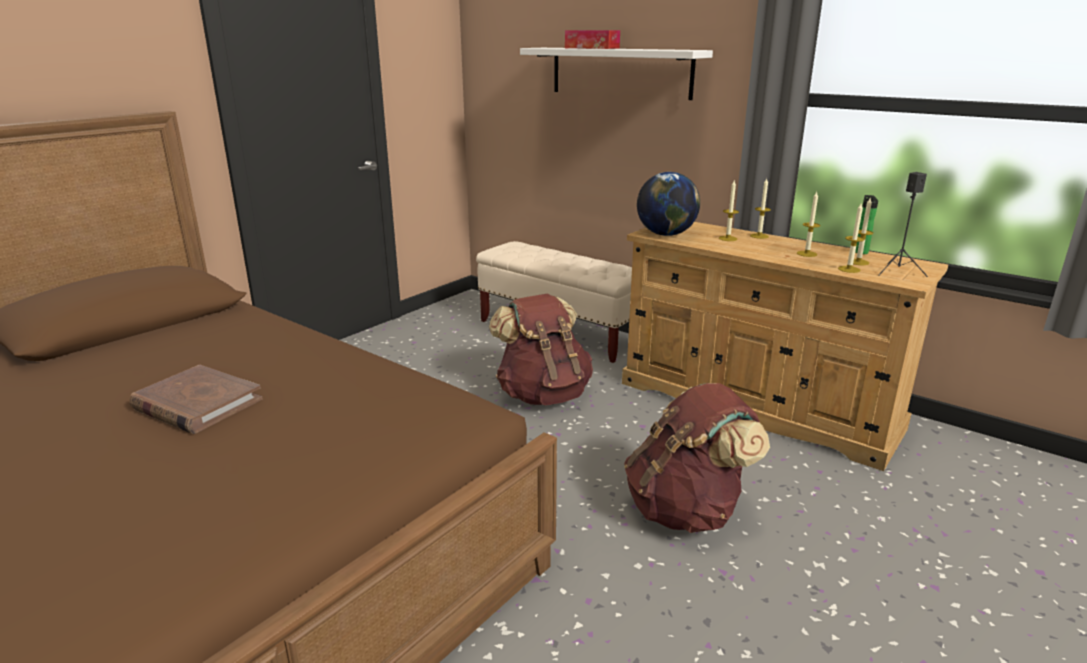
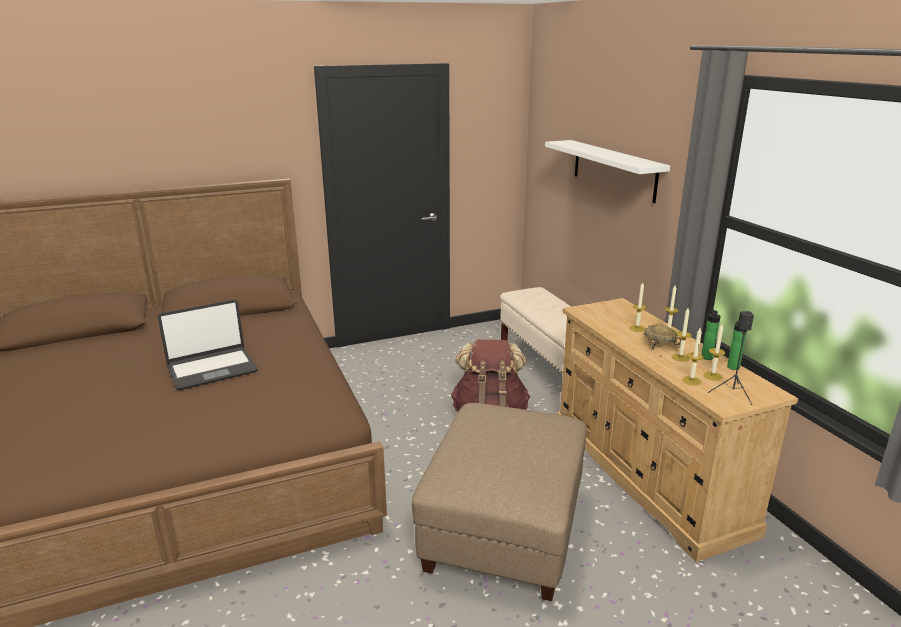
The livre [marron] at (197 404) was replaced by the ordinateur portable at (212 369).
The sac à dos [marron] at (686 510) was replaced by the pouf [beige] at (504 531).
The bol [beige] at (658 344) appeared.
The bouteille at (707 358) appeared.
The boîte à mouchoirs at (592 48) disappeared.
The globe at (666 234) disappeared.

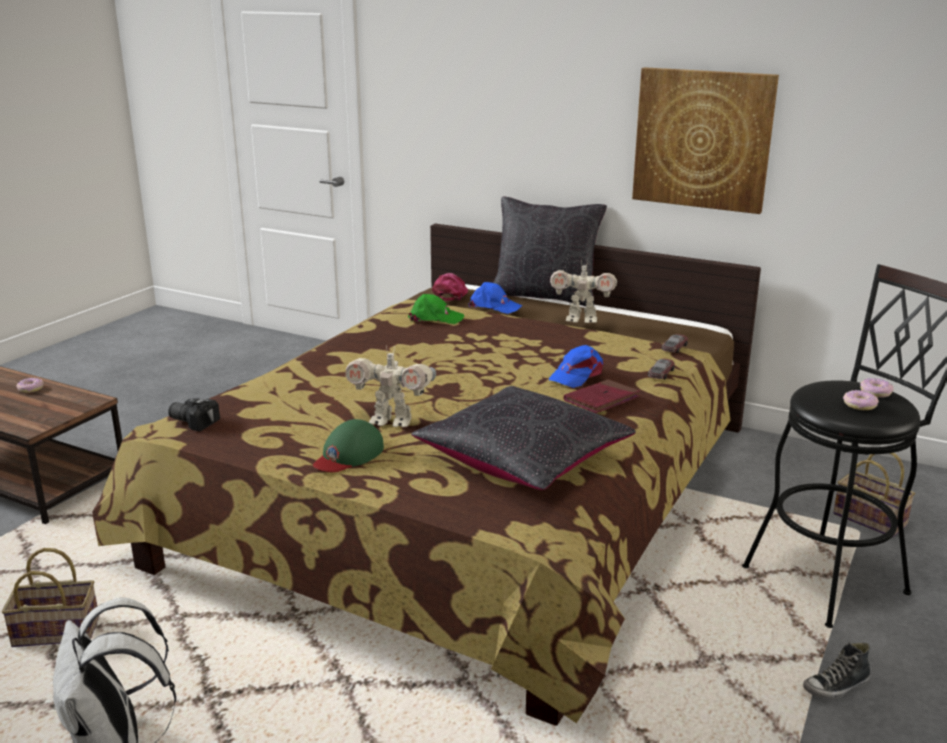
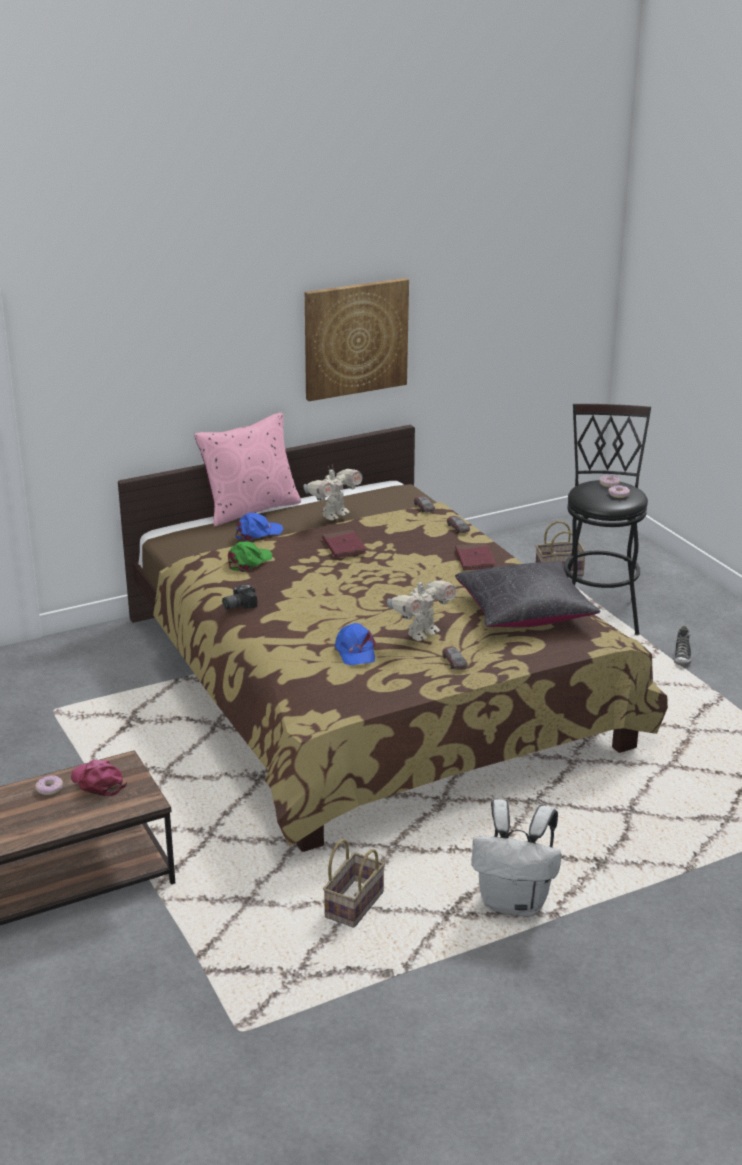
The casquette [rose] moved from (451 294) to (98 782).
The coussin [noir] at (545 296) became the coussin [rose] at (250 509).
The appareil photo moved from (194 421) to (238 605).
The livre [rouge] at (344 547) appeared.
The casquette [bleu] moved from (577 375) to (355 651).
The casquette [vert] at (348 455) was replaced by the petite voiture at (454 661).

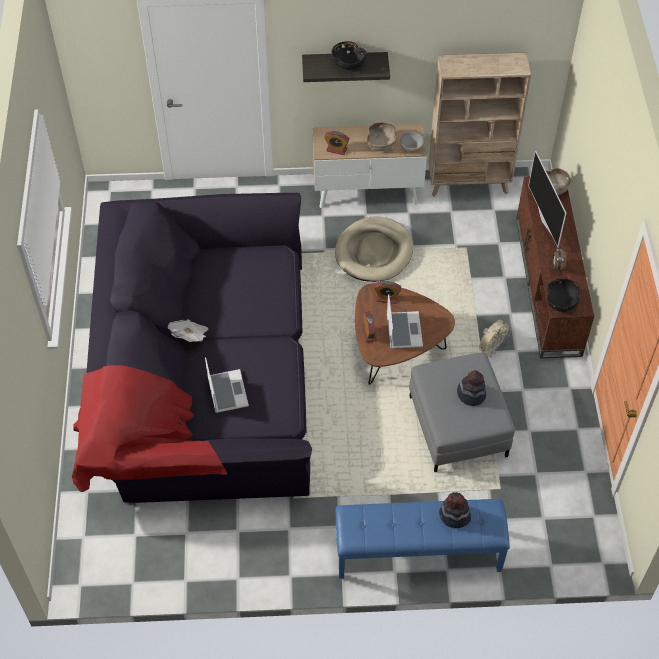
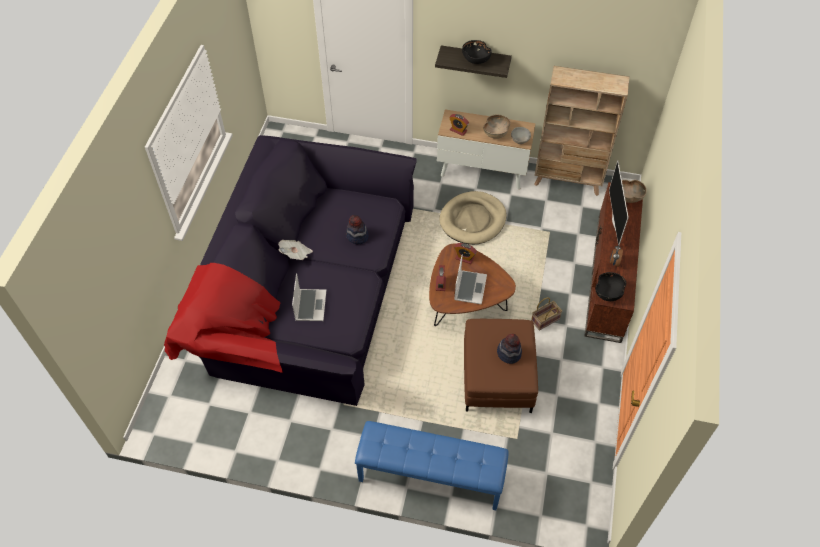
The chapeau moved from (454 516) to (357 236).
The pouf [gris] at (457 426) became the pouf [marron] at (496 376).
The ventilateur [beige] at (491 348) was replaced by the panier at (545 319).

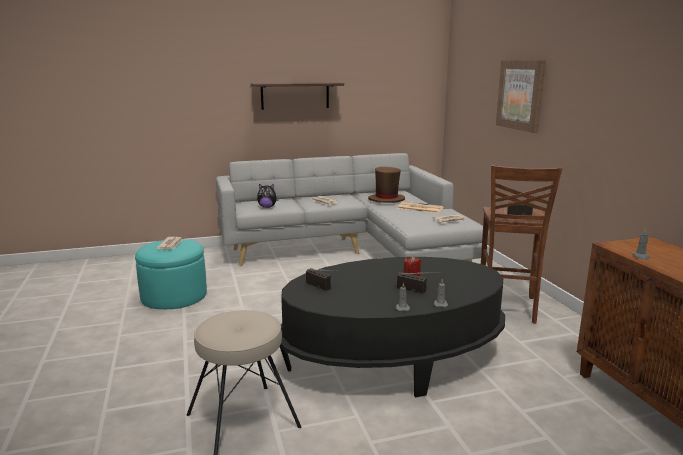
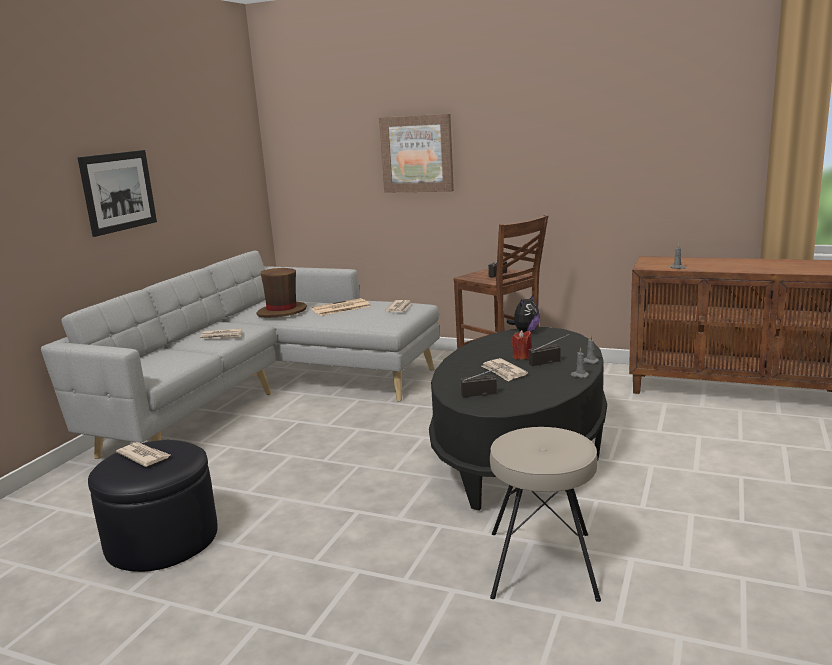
The étagère at (295 95) was replaced by the tableau at (118 191).
The pouf [turquoise] at (174 296) became the pouf [noir] at (162 540).
The journal at (503 372) appeared.
The peluche moved from (267 207) to (525 331).

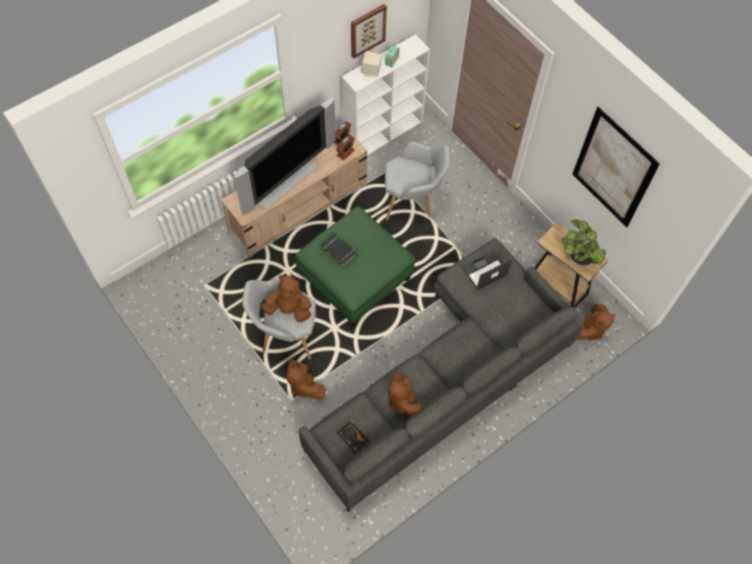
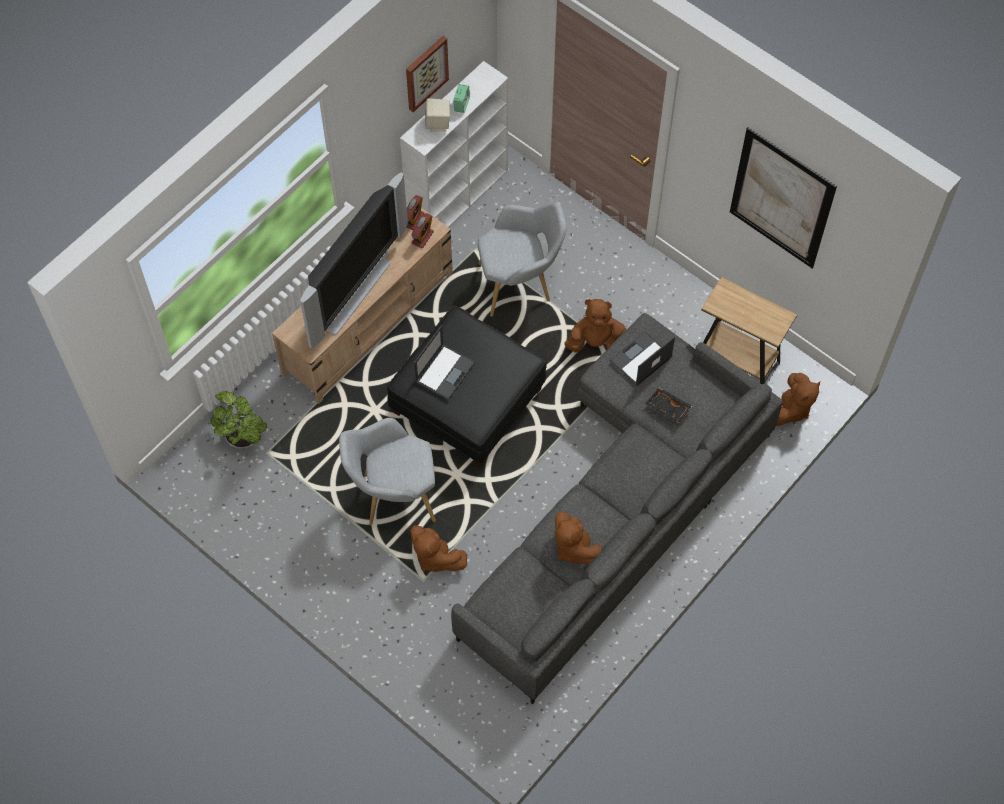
The plante en pot moved from (578 257) to (242 436).
The pouf [vert] at (355 276) became the pouf [noir] at (467 401).
The livre [noir] at (339 251) was replaced by the ordinateur portable at (445 371).
The peluche [marron] moved from (289 309) to (595 343).
The plateau [noir] moved from (353 439) to (667 408).

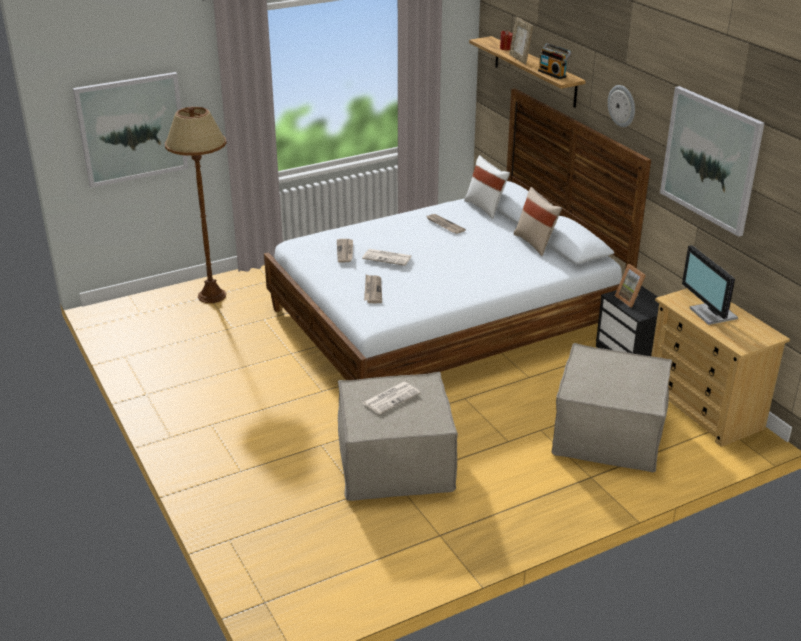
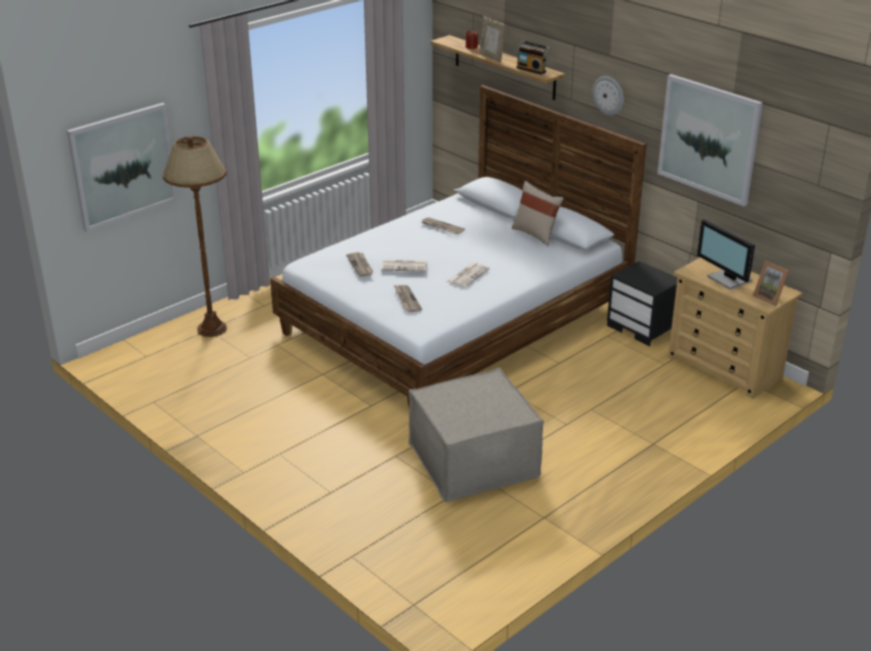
The journal moved from (391 398) to (468 275).
The cadre photo moved from (630 299) to (770 297).
The coussin [blanc] at (485 208) disappeared.
The pouf [beige] at (608 433) disappeared.

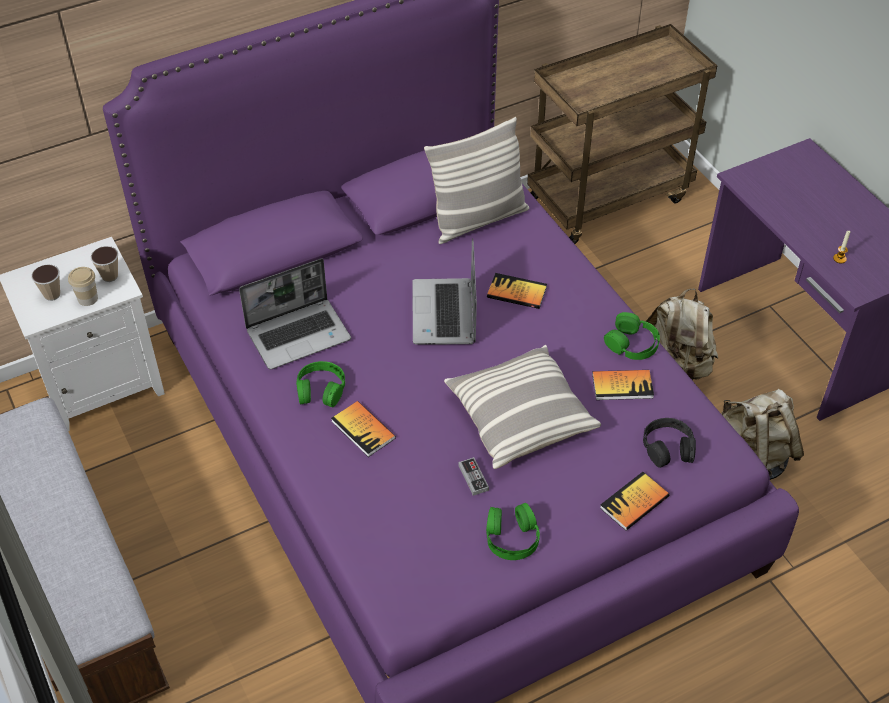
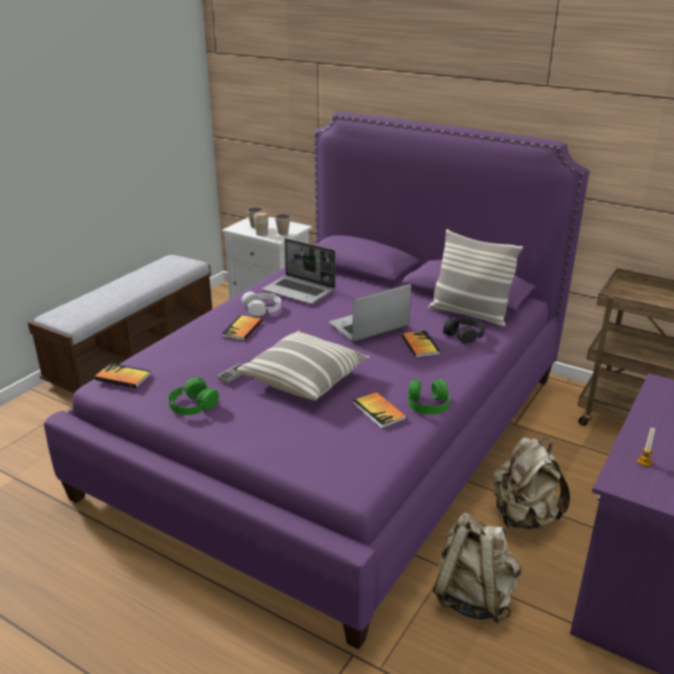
The livre moved from (634 502) to (123 377).
The casque audio [vert] at (321 389) became the casque audio [blanc] at (262 308).
The casque audio [noir] moved from (668 447) to (464 334).

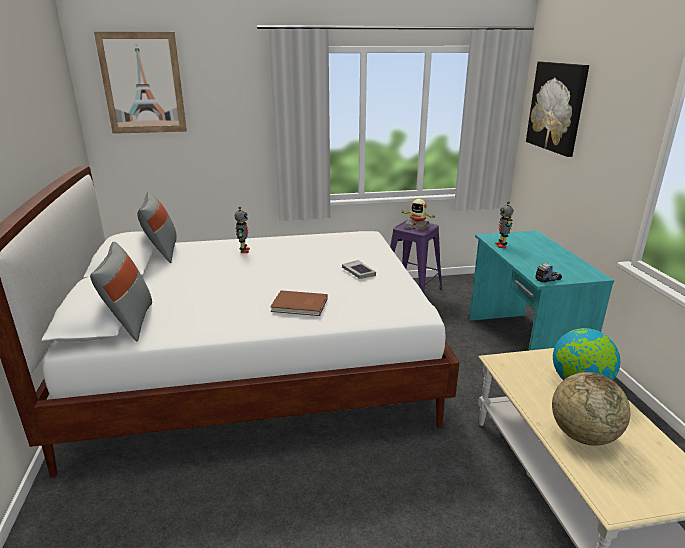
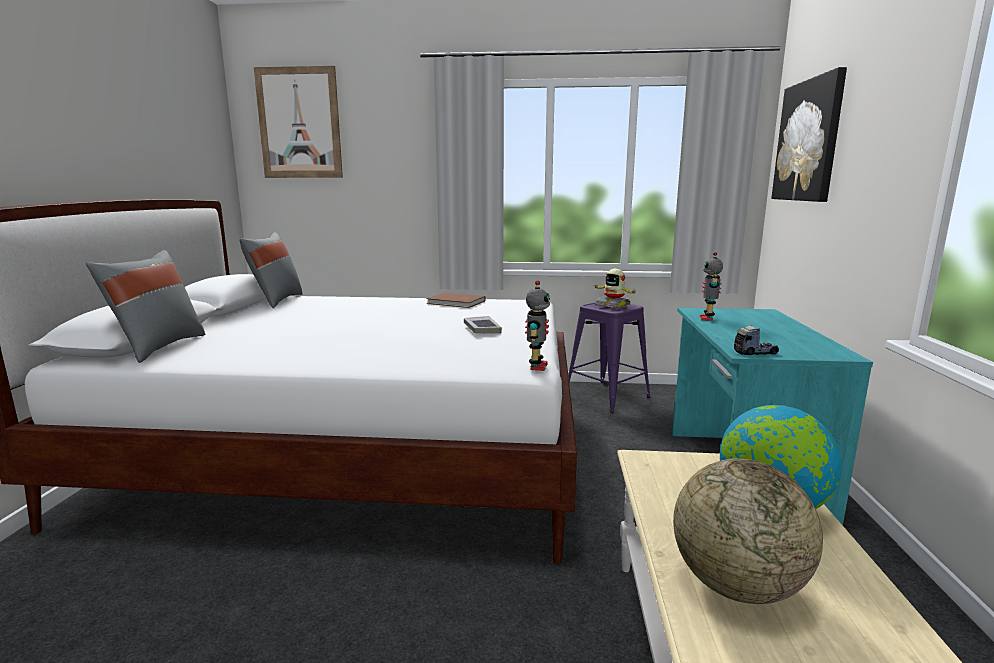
The livre [marron] moved from (300 305) to (456 302).
The robot jouet moved from (244 251) to (536 366).

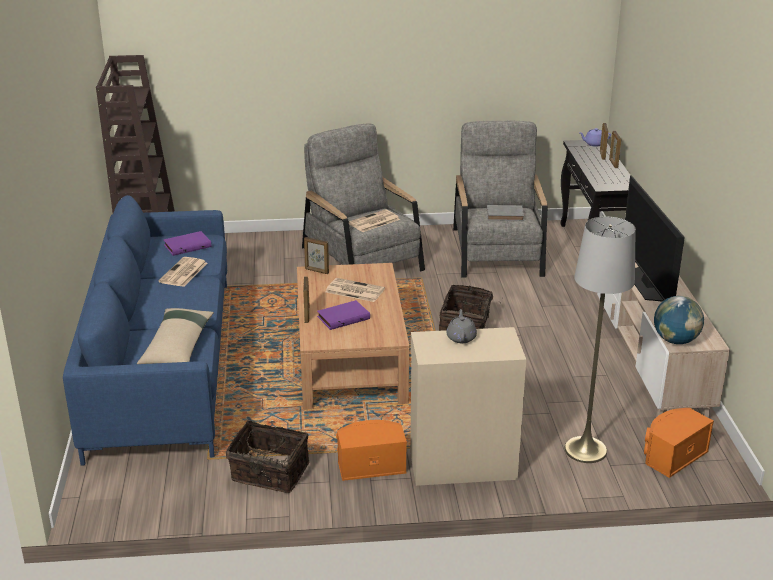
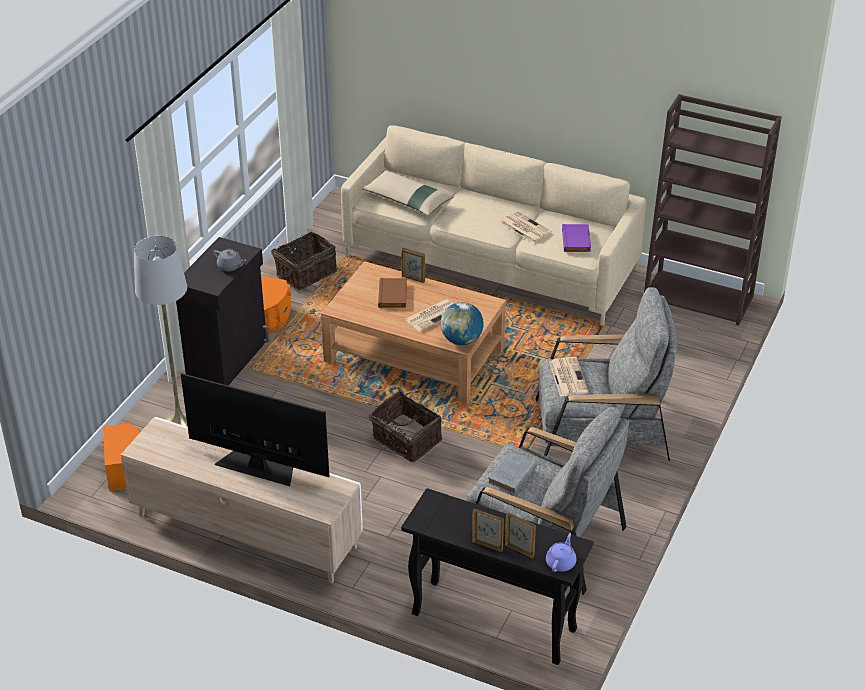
The meuble de rangement [beige] at (461 464) became the meuble de rangement [noir] at (228 358).
The canapé [bleu] at (164 364) became the canapé [beige] at (490 262).
The livre [violet] at (343 317) became the livre [marron] at (393 295).
The globe moved from (675 340) to (461 340).
The cadre photo at (316 271) disappeared.

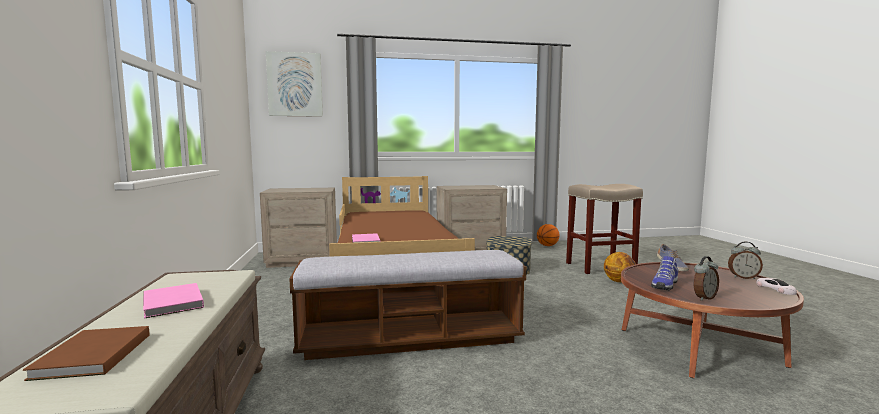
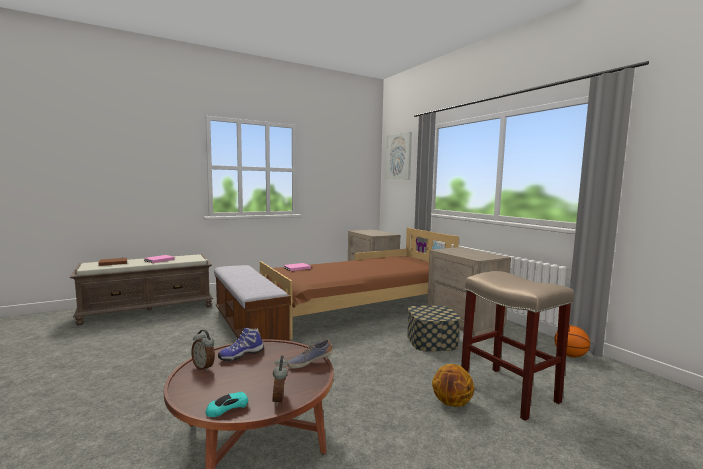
The petite voiture [blanc] at (776 289) became the petite voiture [turquoise] at (227 408).
The chaussure at (664 285) turned 60 degrees counterclockwise.

